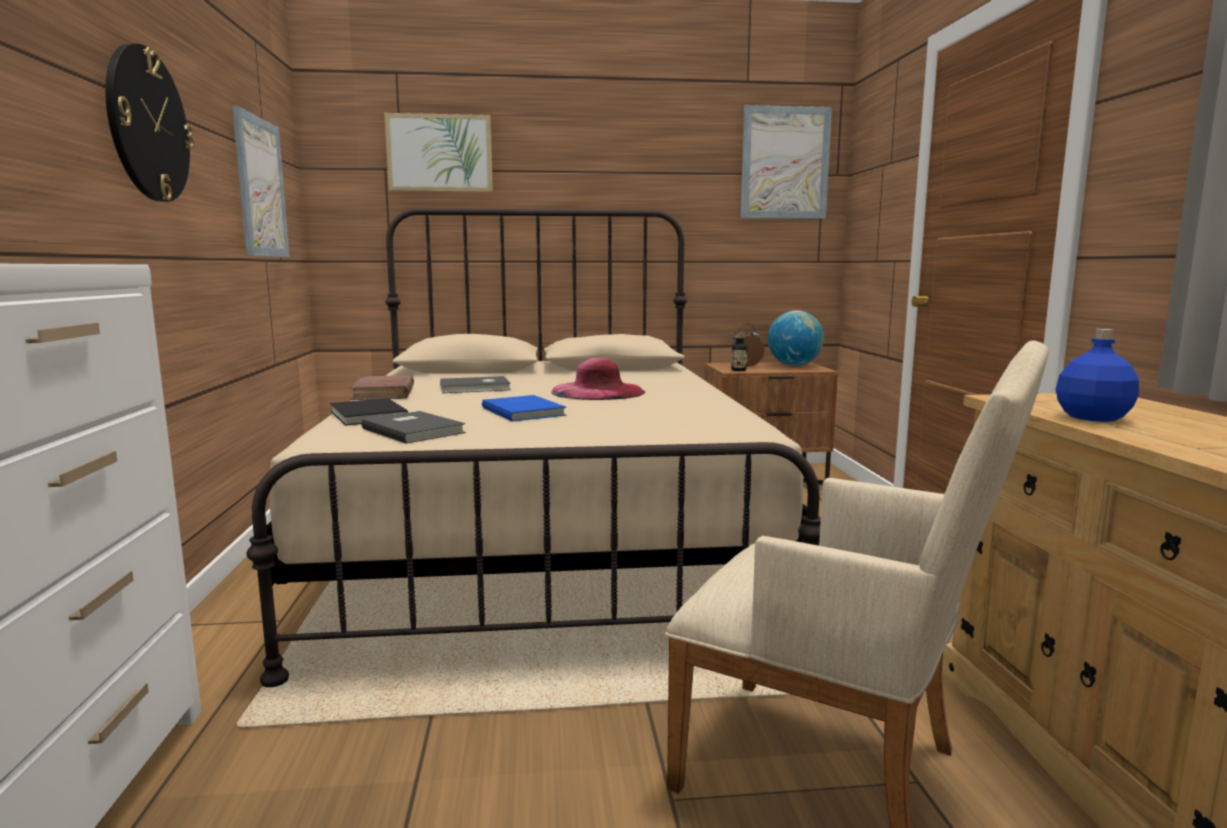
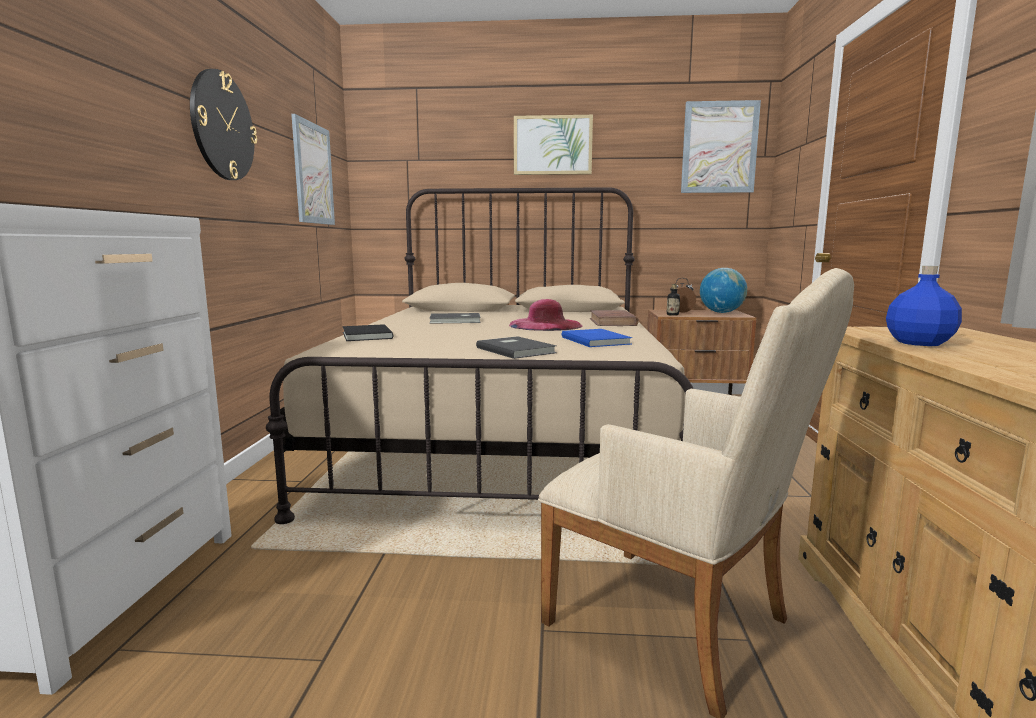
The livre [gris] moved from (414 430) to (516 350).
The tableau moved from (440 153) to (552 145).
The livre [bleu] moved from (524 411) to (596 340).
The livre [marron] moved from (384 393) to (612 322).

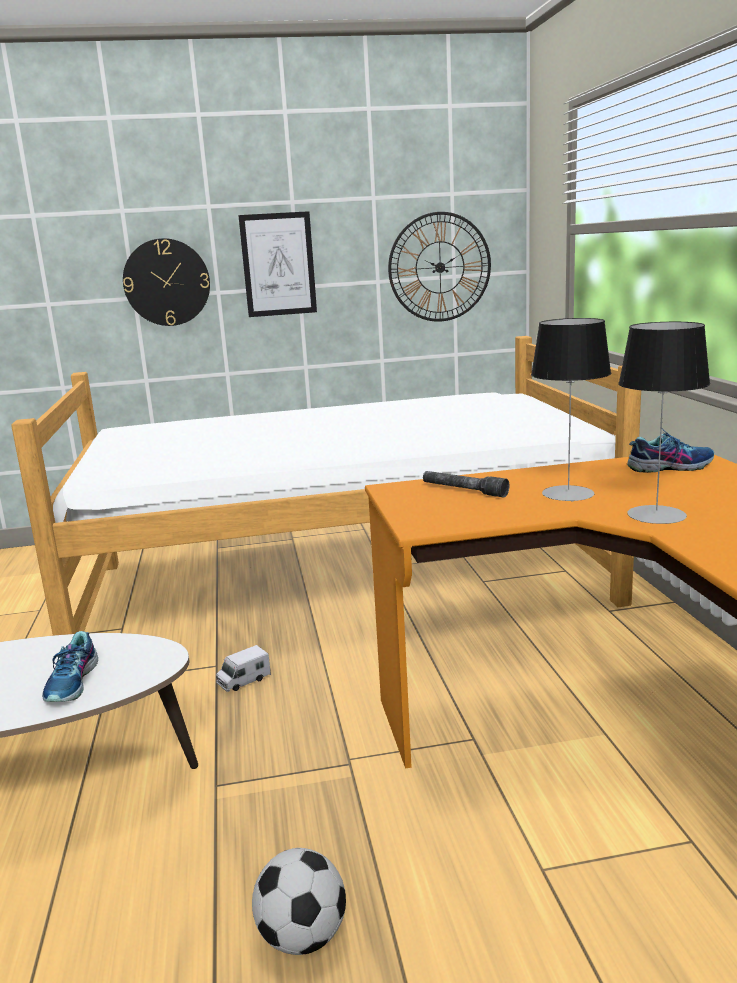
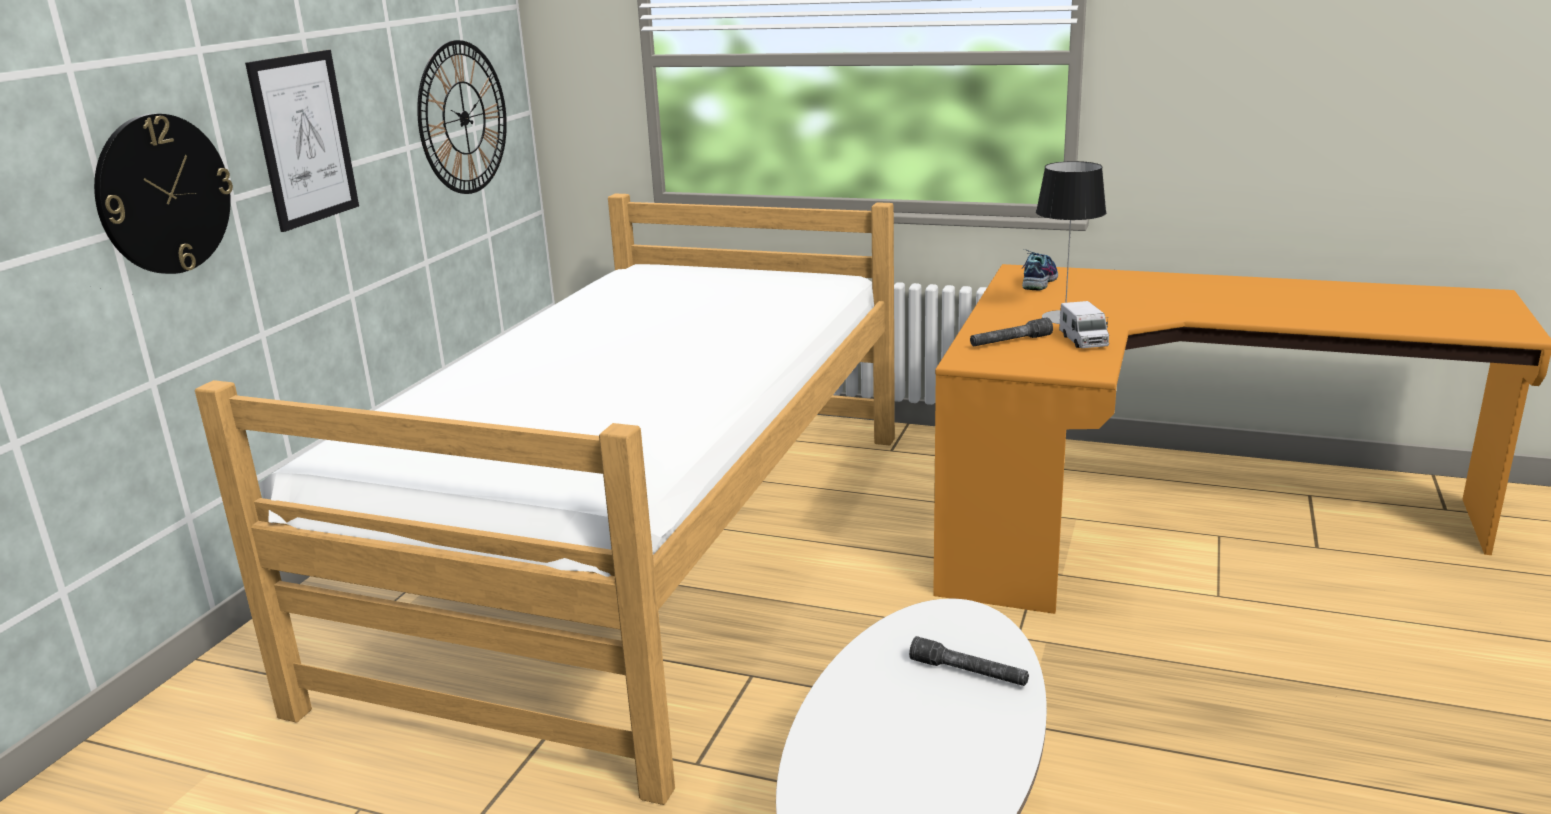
The chaussure at (73 682) was replaced by the lampe de poche [gris] at (968 673).
The camion jouet moved from (243 680) to (1083 340).
The ballon de foot at (302 937) disappeared.
The lampe de table at (656 515) disappeared.

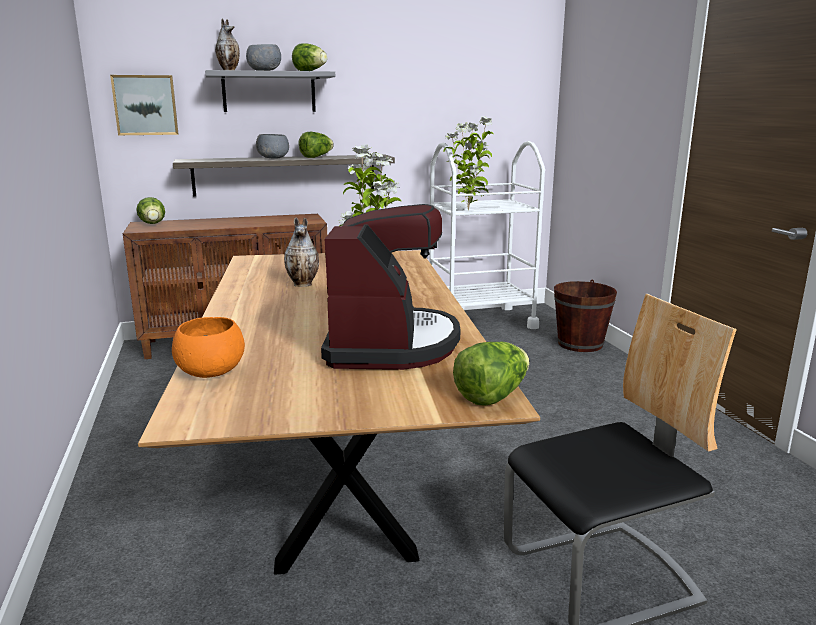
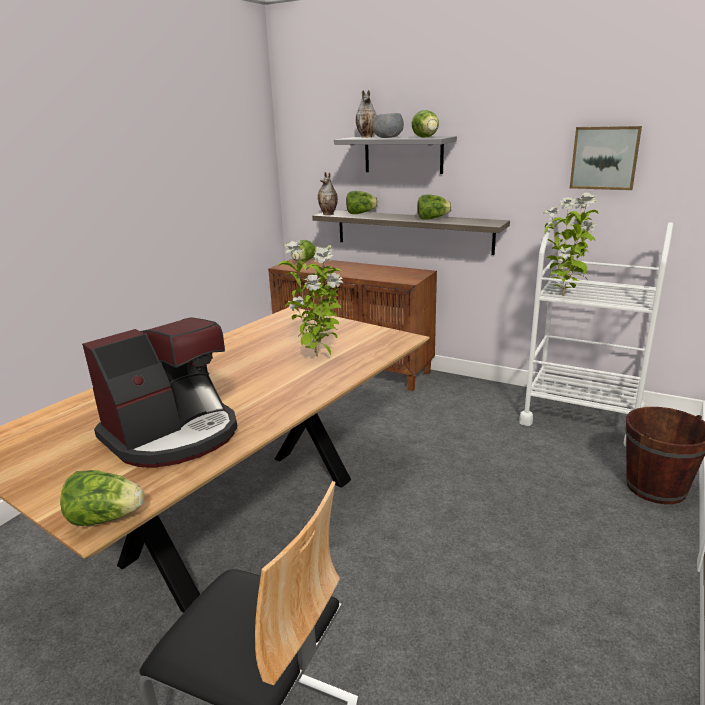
The vase moved from (304 284) to (329 214).
The laitue at (360 213) appeared.
The tableau moved from (145 105) to (604 158).
The bol [orange] at (210 372) disappeared.
The bol [gris] at (273 158) disappeared.

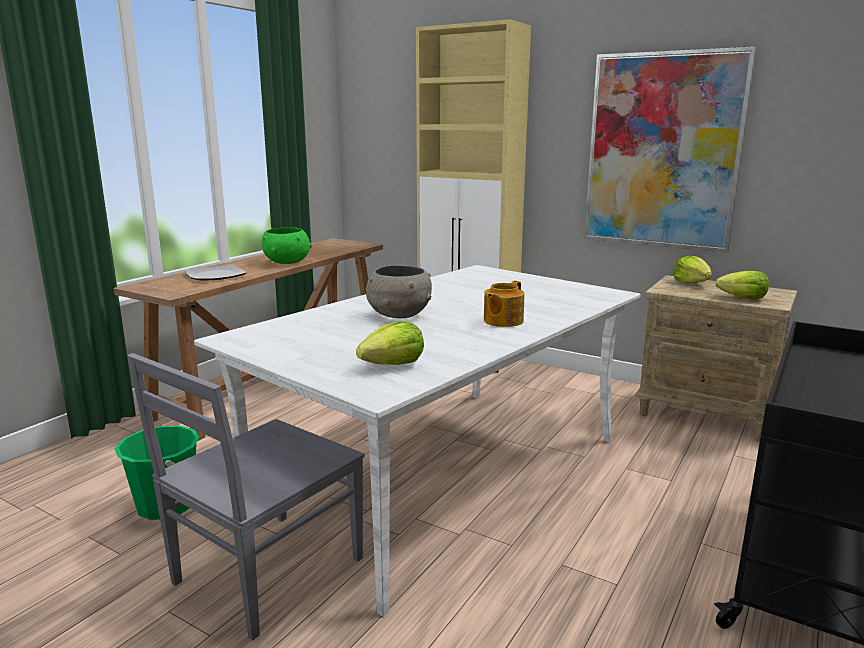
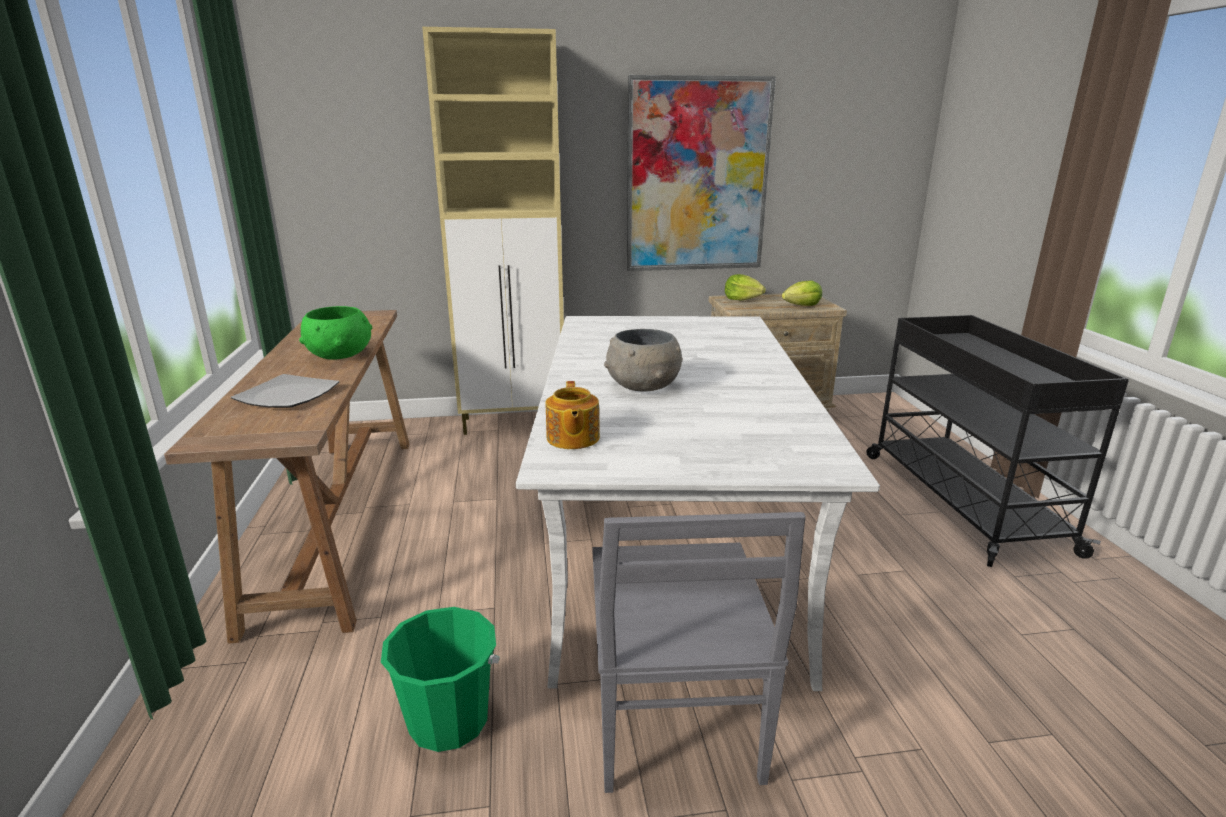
The théière moved from (502 321) to (572 438).
The laitue at (393 365) disappeared.

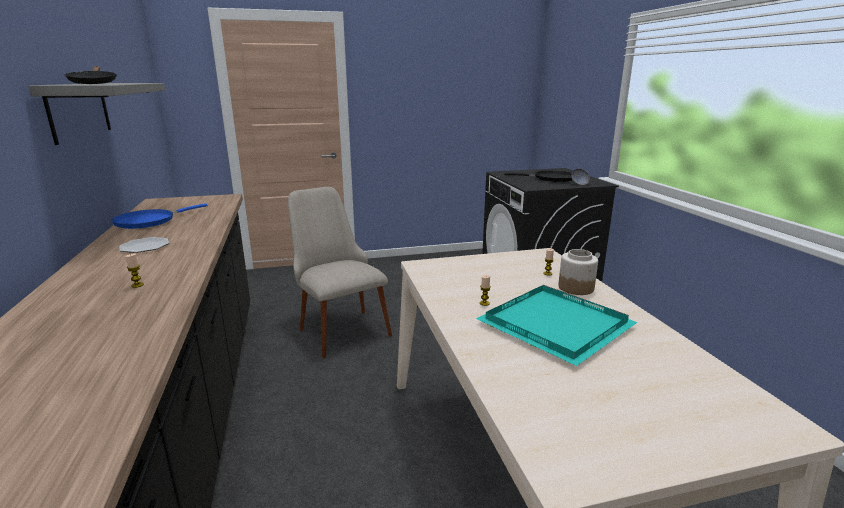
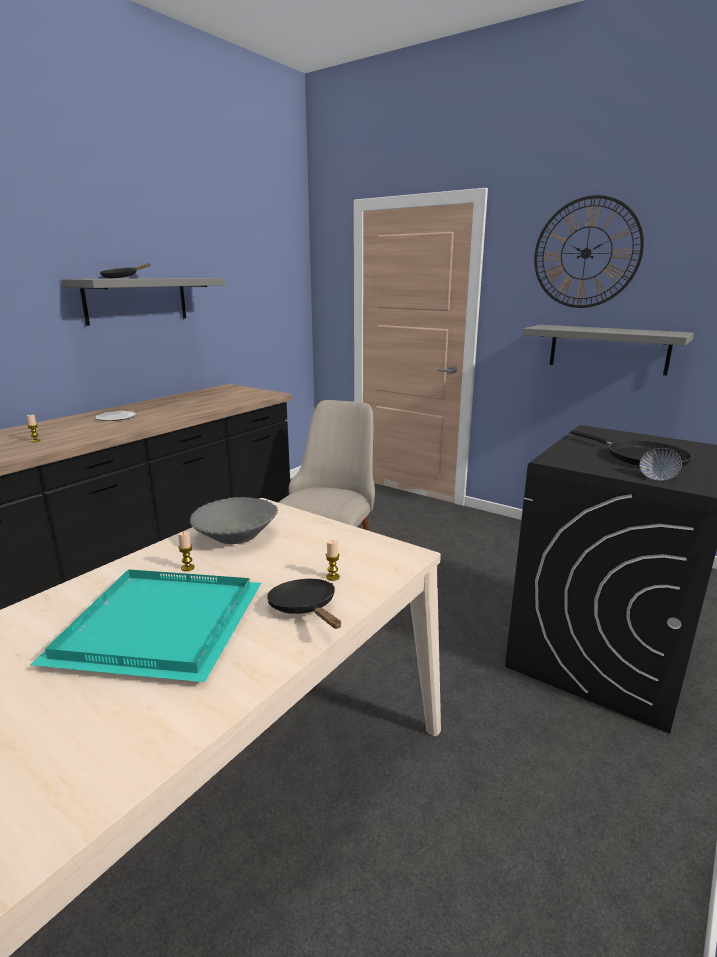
The bol [gris] at (235 536) appeared.
The bocal at (576 287) was replaced by the poêle [noir] at (305 608).
The étagère [gris] at (608 349) appeared.
The horloge murale at (586 253) appeared.
The poêle [bleu] at (149 221) disappeared.

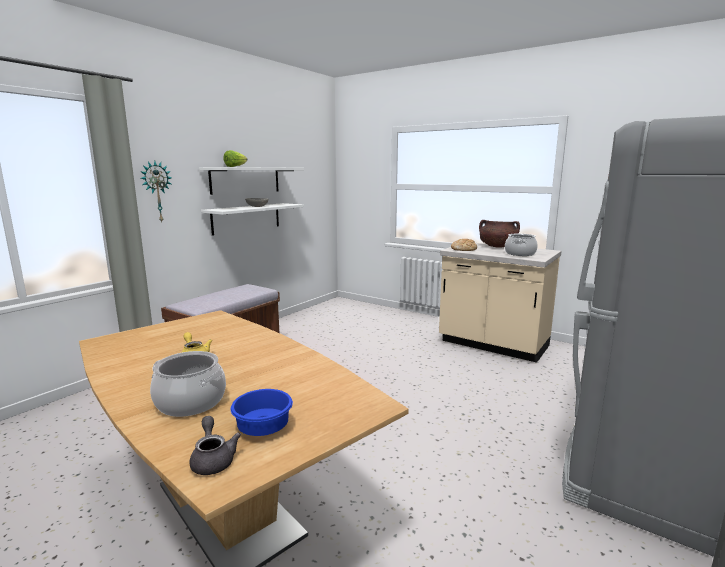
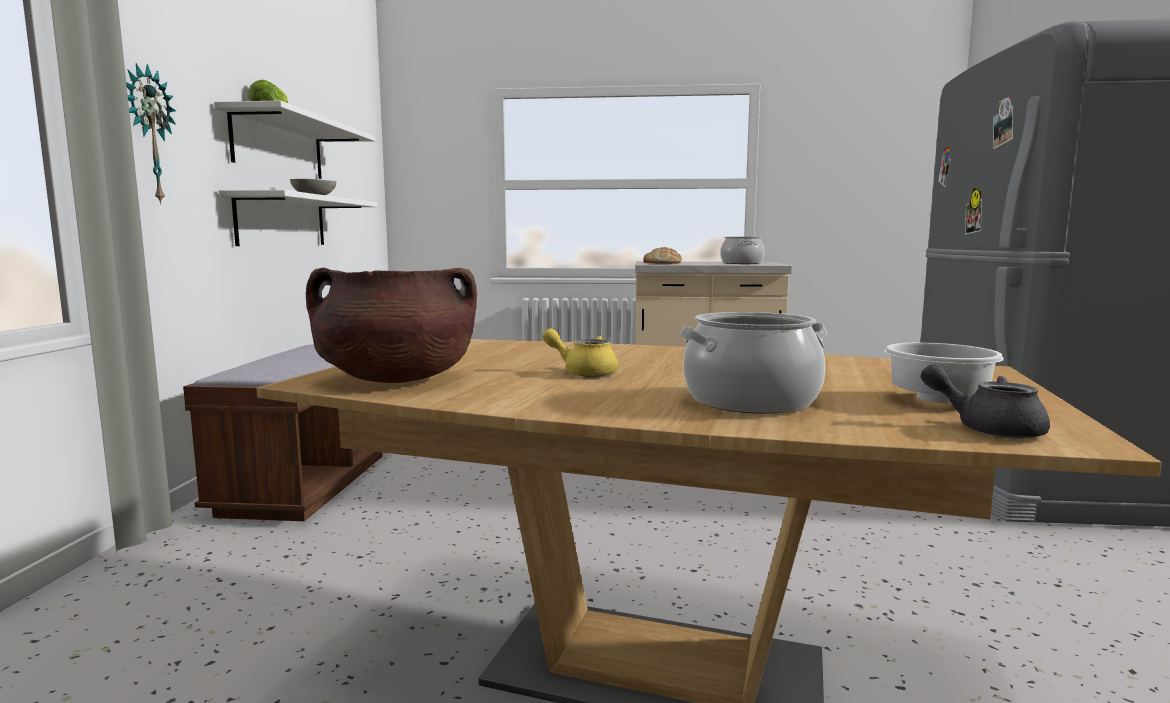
The marmite [marron] moved from (497 246) to (396 379).
The bol [bleu] at (262 430) became the bol [blanc] at (941 401).

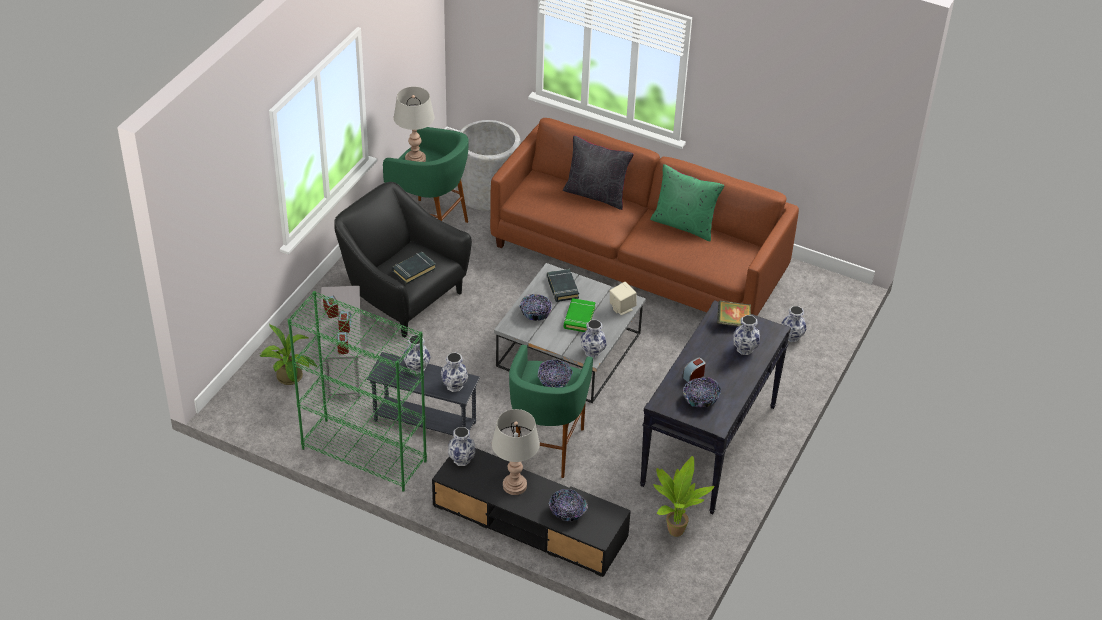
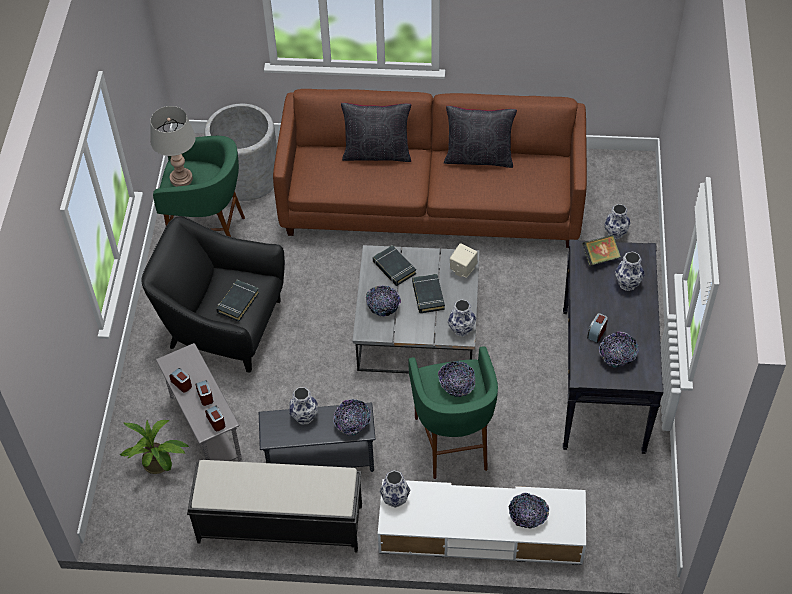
The bibliothèque [vert] at (363 455) was replaced by the banc [noir] at (279 523).
The vase at (454 385) was replaced by the bol at (352 422).
The meuble télé [noir] at (529 522) became the meuble télé [blanc] at (481 532).
The livre [vert] at (579 318) became the livre [noir] at (428 295).
The coussin [vert] at (684 225) became the coussin [noir] at (479 157).
The lampe de table [gris] at (515 485) disappeared.
The plante en pot at (673 530) disappeared.

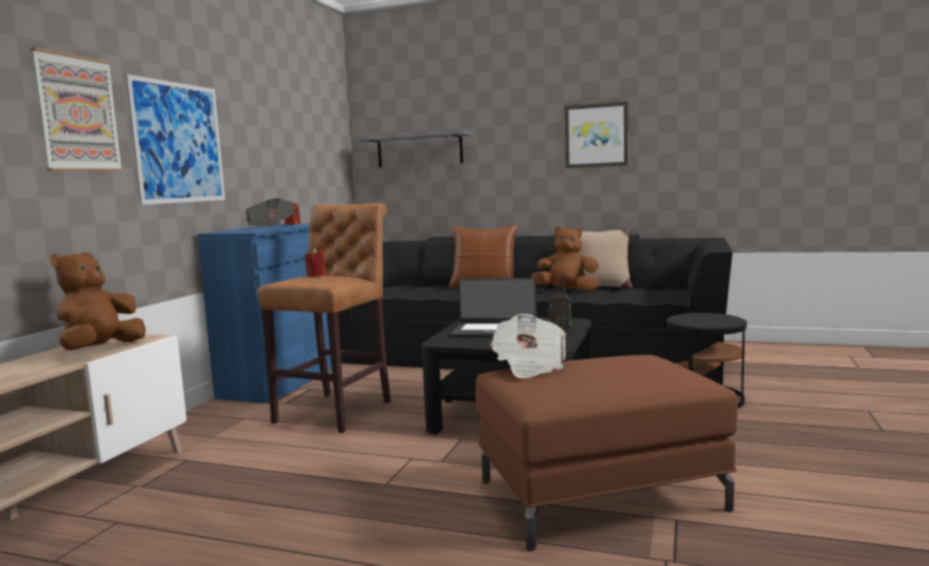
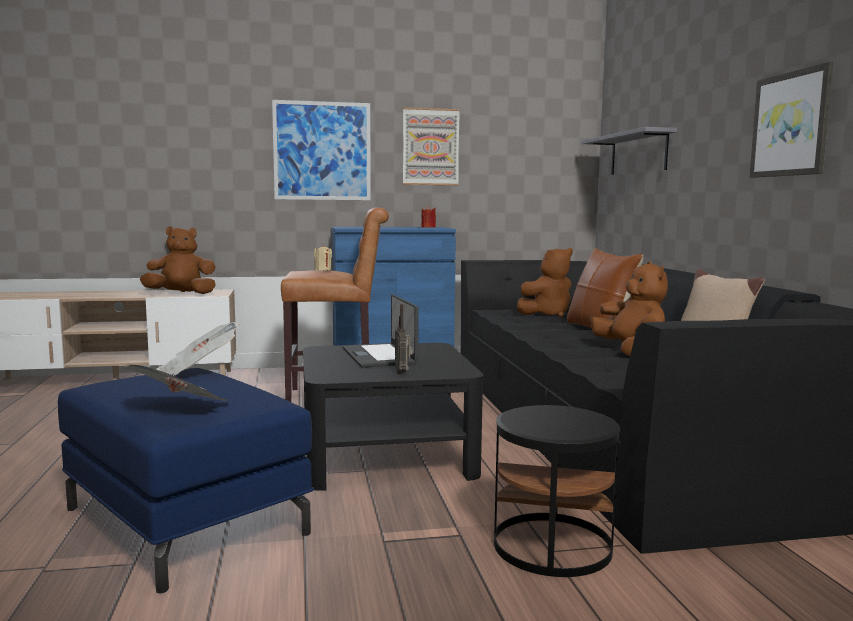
The pouf [marron] at (599 496) became the pouf [bleu] at (184 521).
The journal moved from (271 227) to (181 409).
The bougie [rouge] at (316 275) became the bougie [beige] at (322 270).
The tableau moved from (78 114) to (430 147).
The peluche [marron] at (547 314) appeared.

